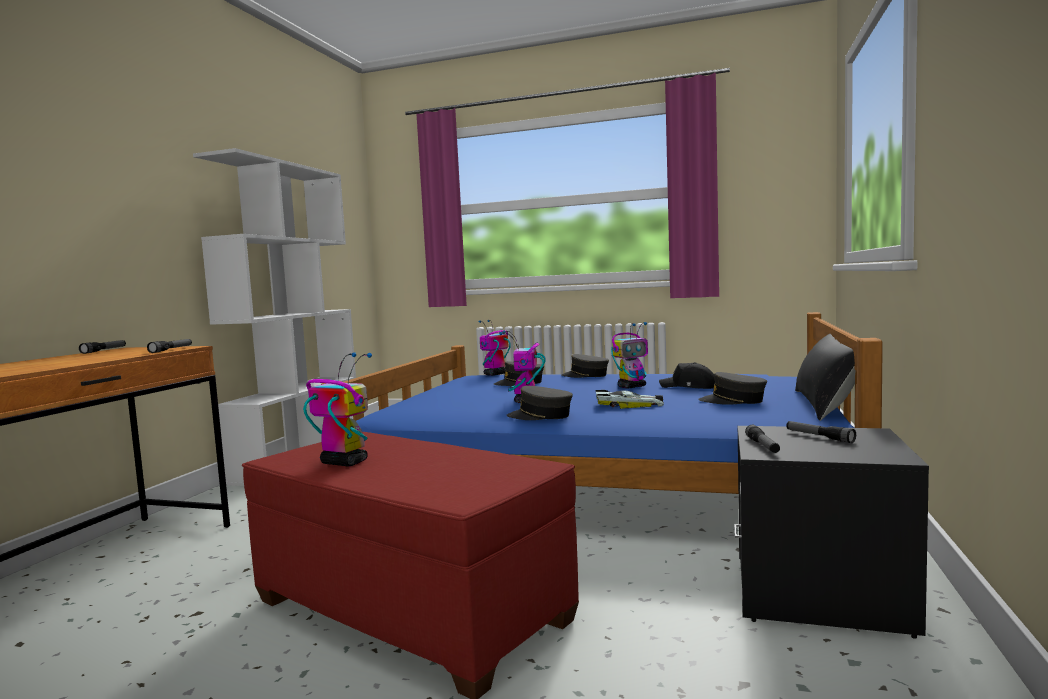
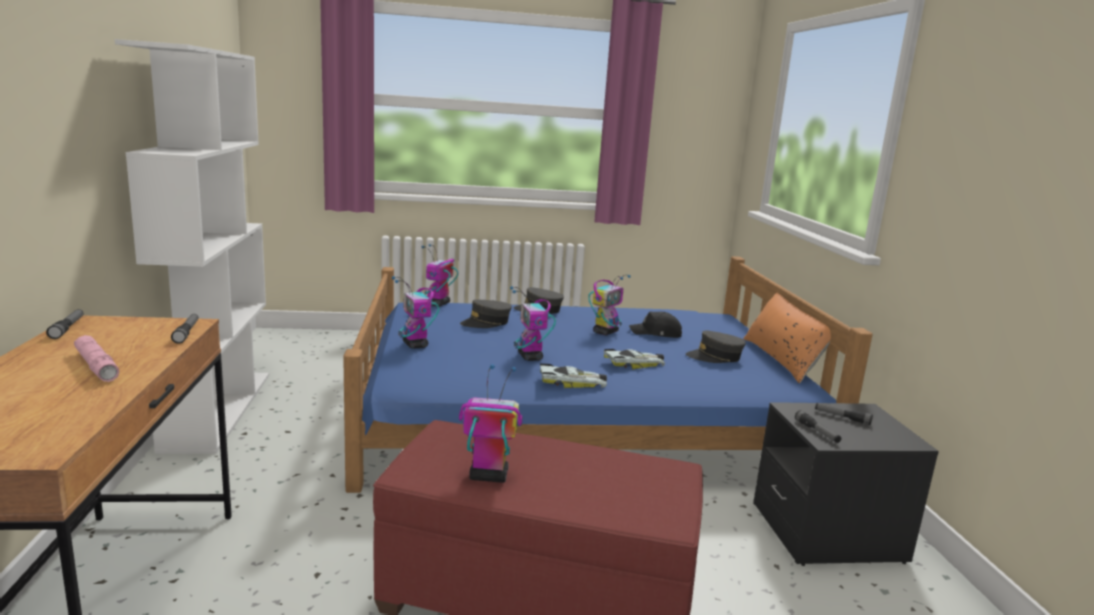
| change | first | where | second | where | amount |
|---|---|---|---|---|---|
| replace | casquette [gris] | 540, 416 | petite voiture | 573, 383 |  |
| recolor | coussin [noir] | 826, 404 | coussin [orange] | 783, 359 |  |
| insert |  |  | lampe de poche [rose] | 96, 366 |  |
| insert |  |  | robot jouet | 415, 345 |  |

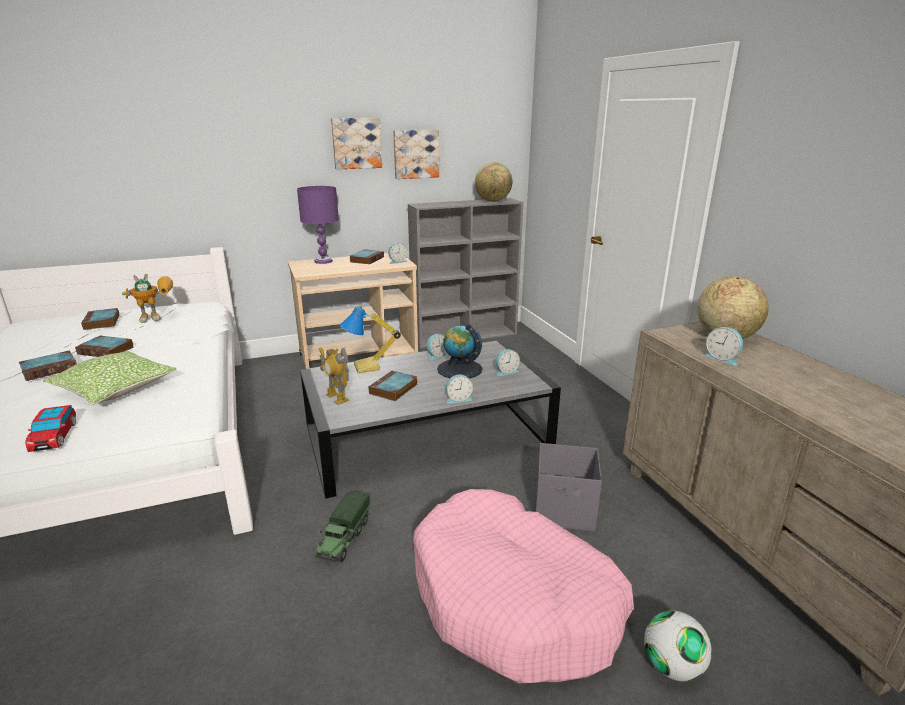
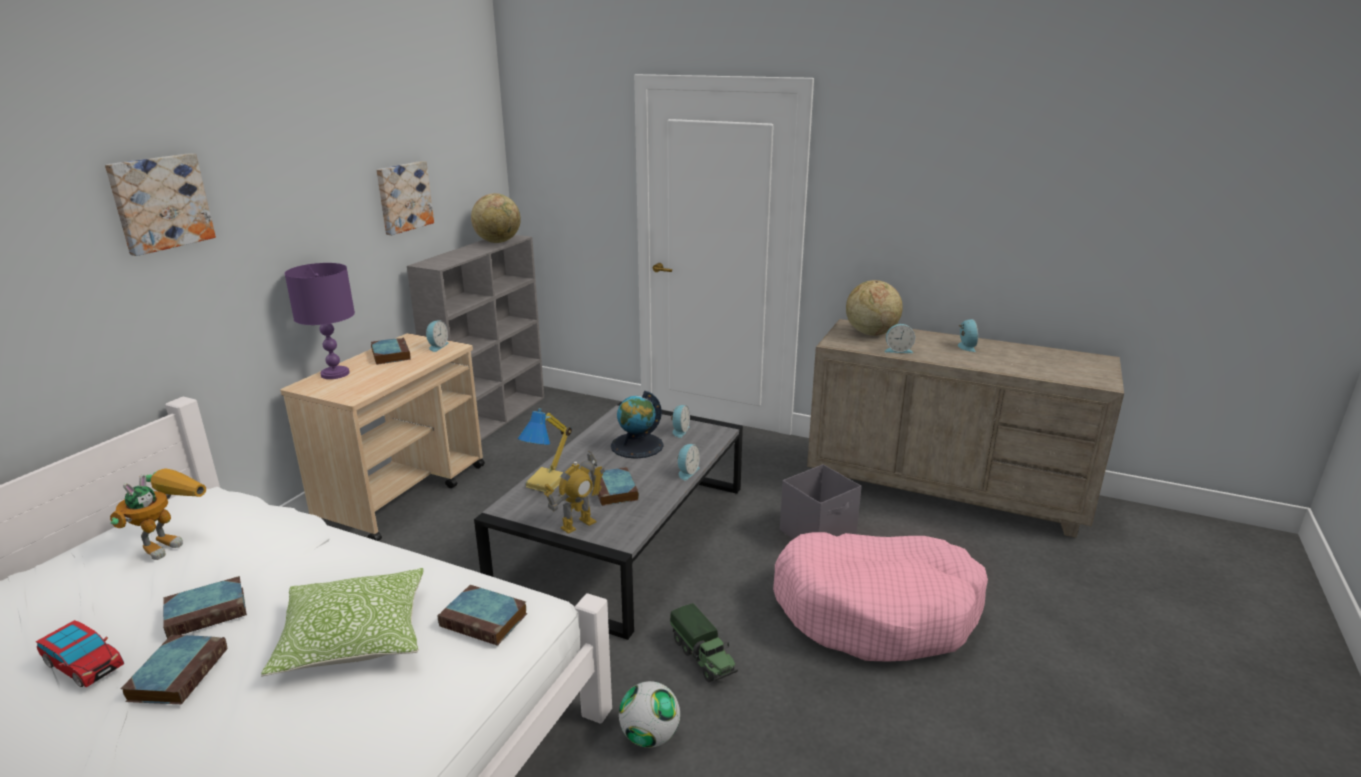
| change | first | where | second | where | amount |
|---|---|---|---|---|---|
| move | petite voiture | 54, 436 |  | 83, 664 |  |
| move | livre | 102, 322 |  | 485, 620 |  |
| rotate | robot jouet | 337, 398 |  | 578, 524 | 45 degrees counterclockwise |
| move | tableau | 356, 143 |  | 160, 203 |  |
| move | réveil | 435, 355 |  | 965, 346 |  |
| move | ballon de foot | 672, 666 |  | 649, 736 |  |

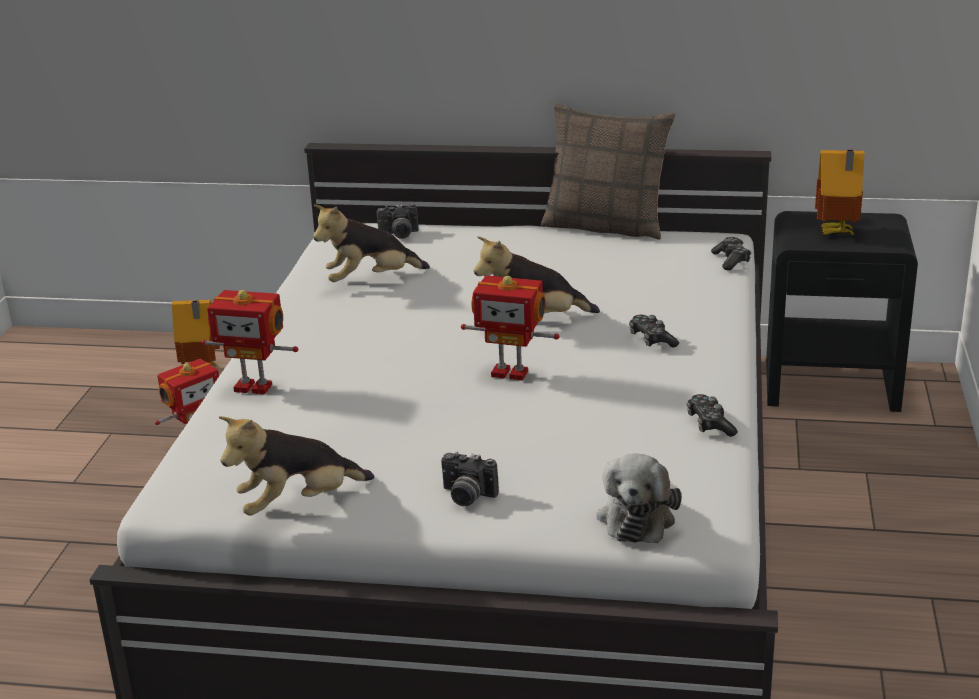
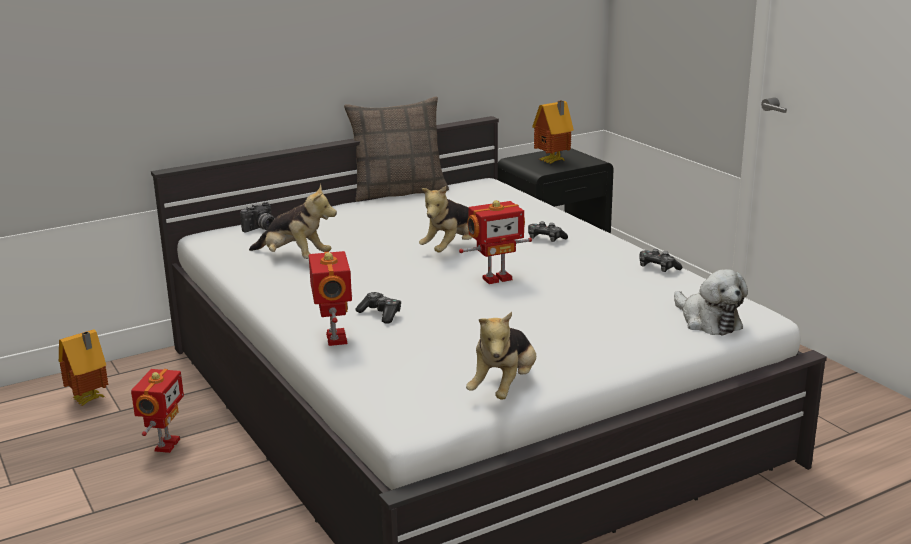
| change | first | where | second | where | amount |
|---|---|---|---|---|---|
| rotate | robot jouet | 254, 386 |  | 334, 339 | 75 degrees counterclockwise |
| rotate | peluche | 370, 280 |  | 294, 258 | 90 degrees counterclockwise |
| delete | appareil photo | 466, 497 |  |  |  |
| move | manette | 731, 260 |  | 380, 314 |  |

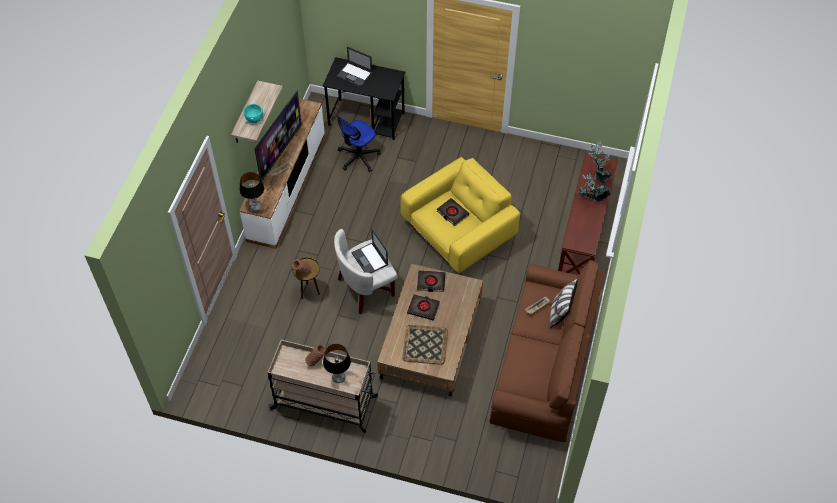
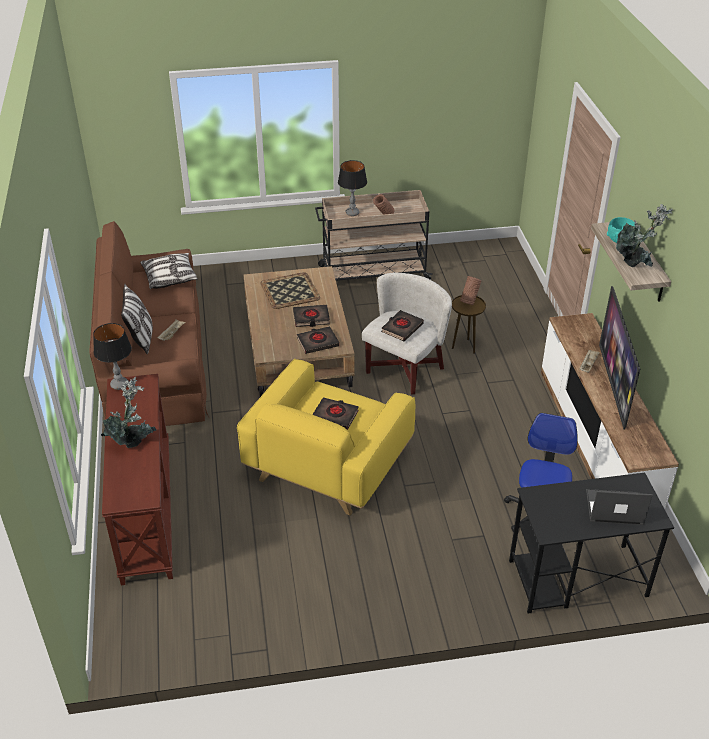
| change | first | where | second | where | amount |
|---|---|---|---|---|---|
| move | lampe de table | 255, 207 |  | 119, 384 |  |
| replace | ordinateur portable | 370, 259 | livre [noir] | 402, 328 |  |
| move | plante en pot | 598, 176 |  | 635, 263 |  |
| insert |  |  | coussin | 170, 278 |  |

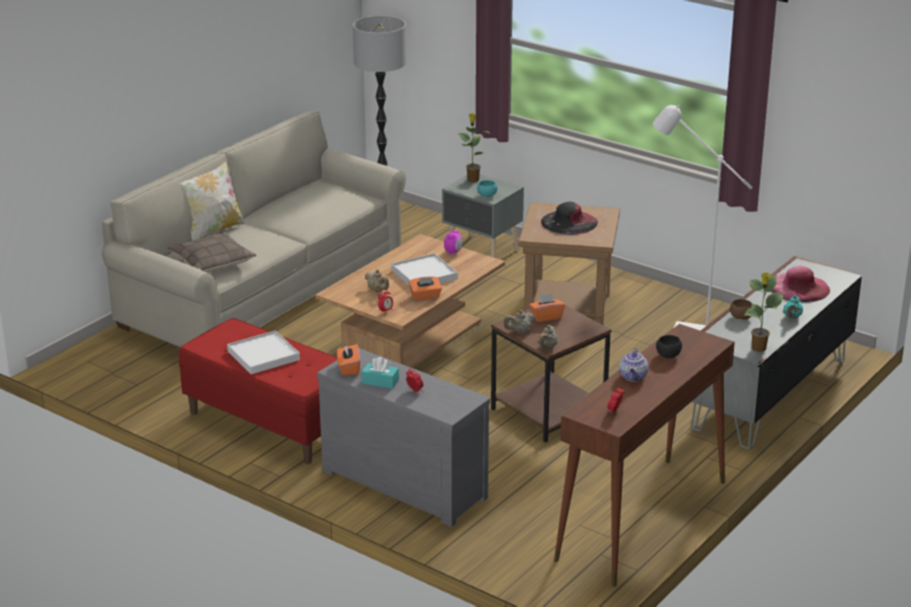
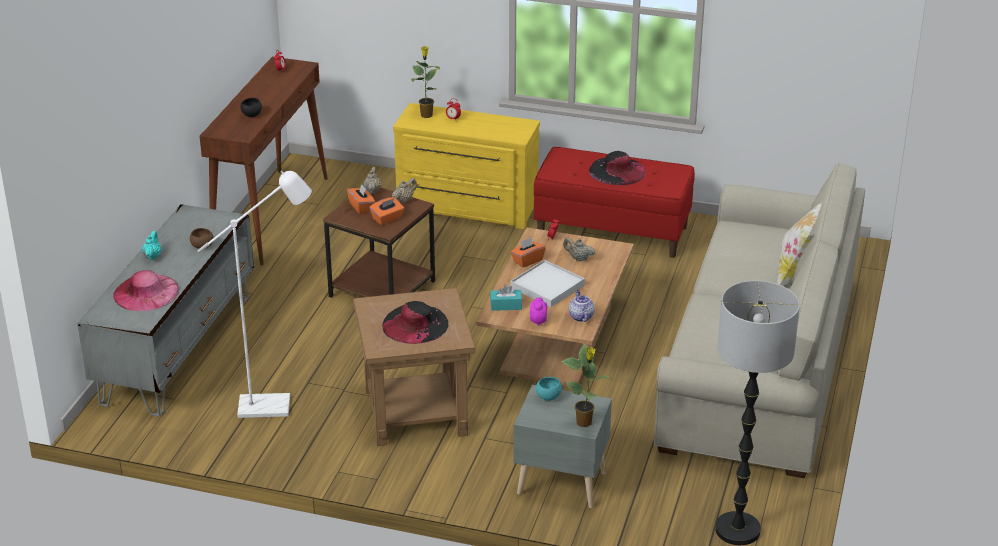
| change | first | where | second | where | amount |
|---|---|---|---|---|---|
| delete | coussin | 212, 261 |  |  |  |
| replace | plateau [blanc] | 263, 355 | chapeau [noir] | 617, 171 |  |
| recolor | commode [gris] | 406, 482 | commode [jaune] | 466, 208 |  |
| move | boîte à mouchoirs [orange] | 348, 368 |  | 361, 207 |  |
| move | boîte à mouchoirs [turquoise] | 380, 382 |  | 506, 305 |  |
| move | théière | 633, 377 |  | 580, 316 |  |
| move | plante en pot | 758, 349 |  | 426, 114 |  |

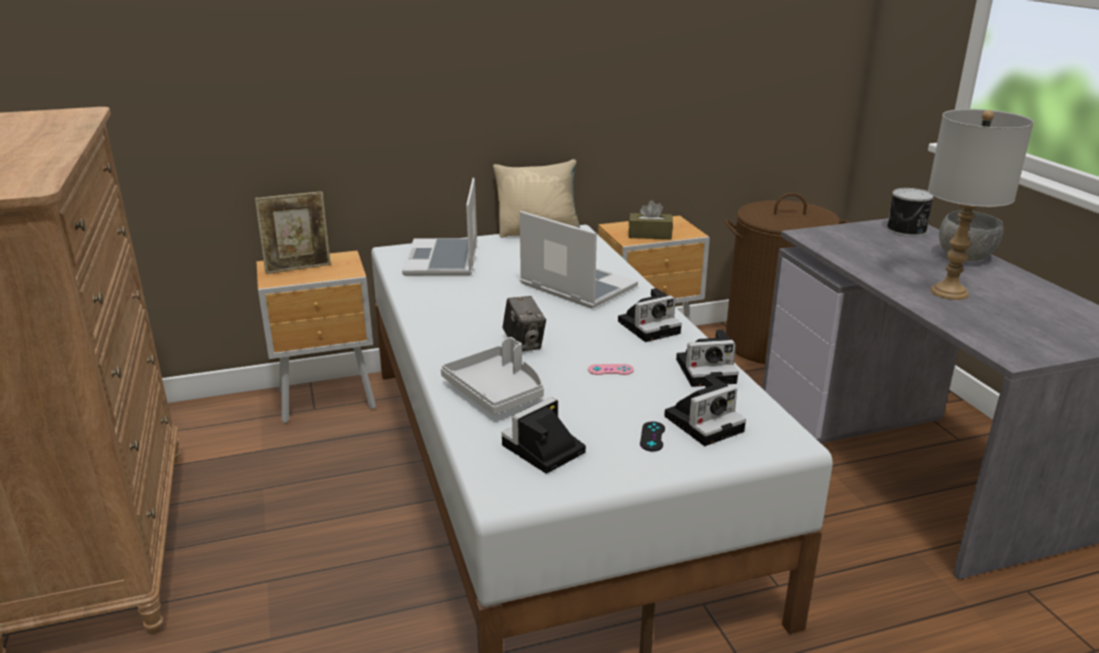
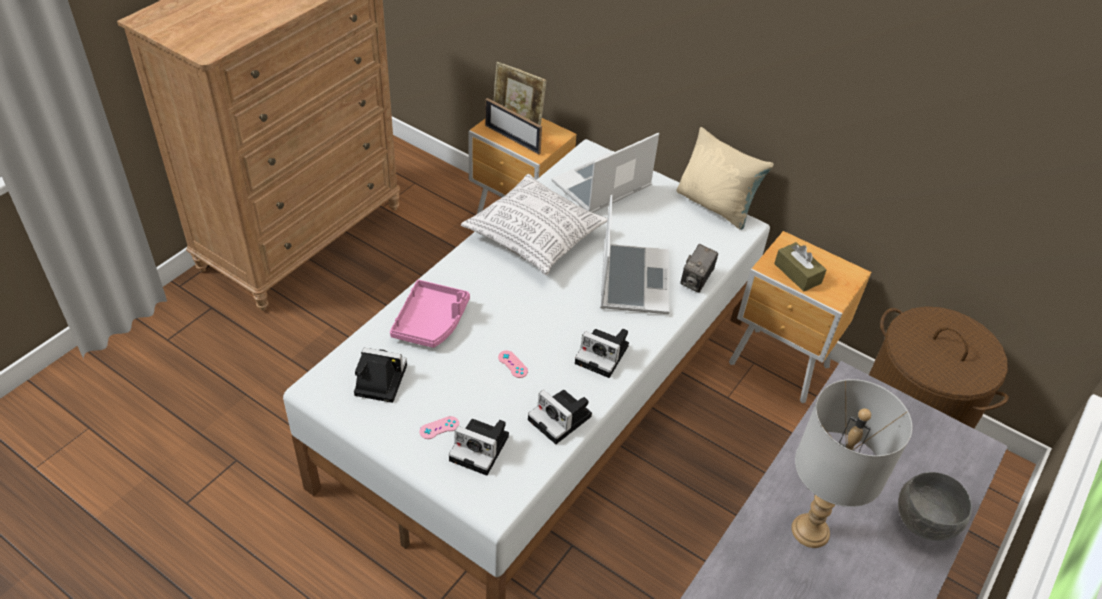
| change | first | where | second | where | amount |
|---|---|---|---|---|---|
| recolor | plateau [gris] | 497, 392 | plateau [rose] | 431, 322 |  |
| move | appareil photo | 524, 344 |  | 696, 281 |  |
| recolor | manette [noir] | 652, 436 | manette [rose] | 439, 428 |  |
| delete | boîte métallique | 907, 230 |  |  |  |
| insert |  |  | coussin | 535, 237 |  |
| insert |  |  | cadre photo | 512, 139 |  |

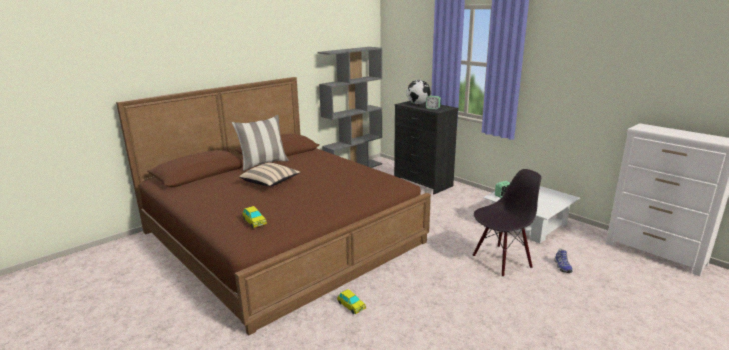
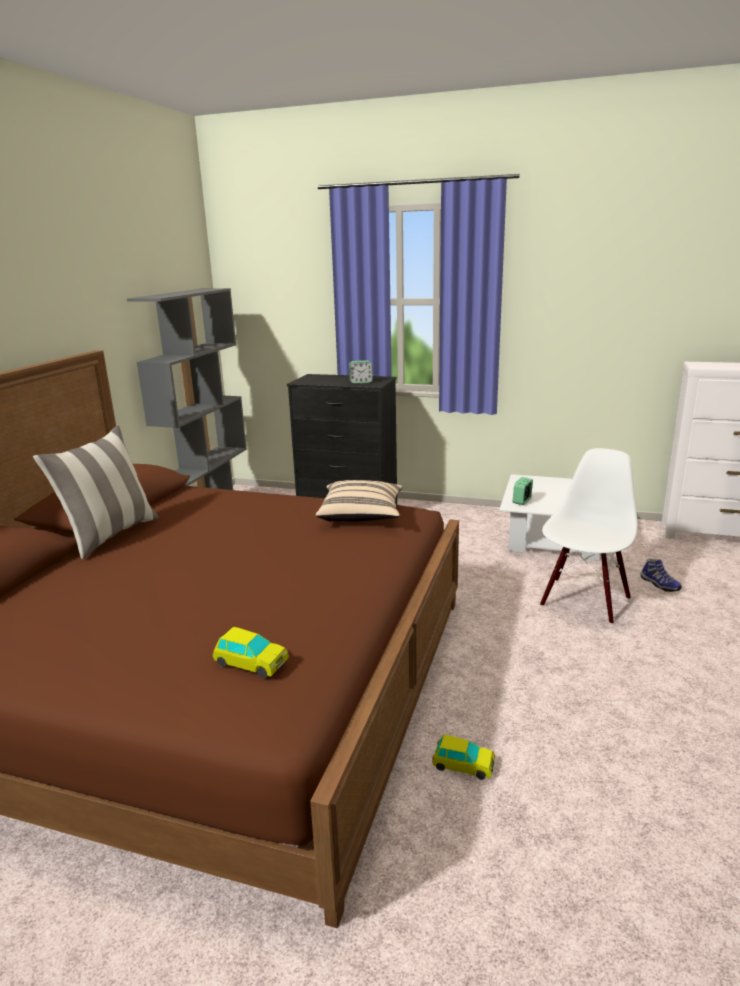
| change | first | where | second | where | amount |
|---|---|---|---|---|---|
| move | coussin [beige] | 270, 183 |  | 361, 516 |  |
| delete | globe | 418, 104 |  |  |  |
| recolor | chaise [noir] | 501, 261 | chaise [blanc] | 583, 600 |  |

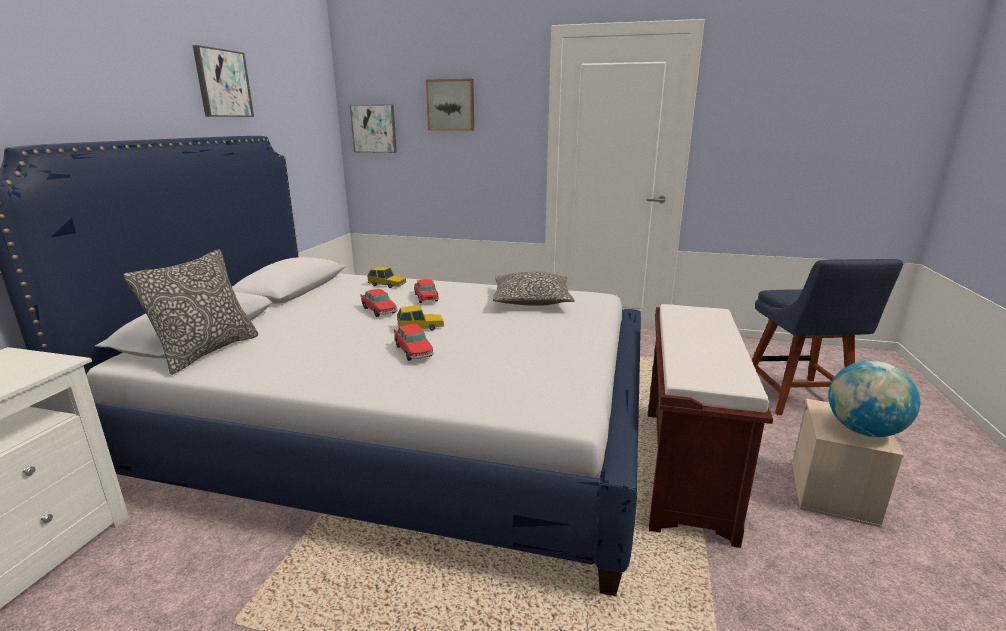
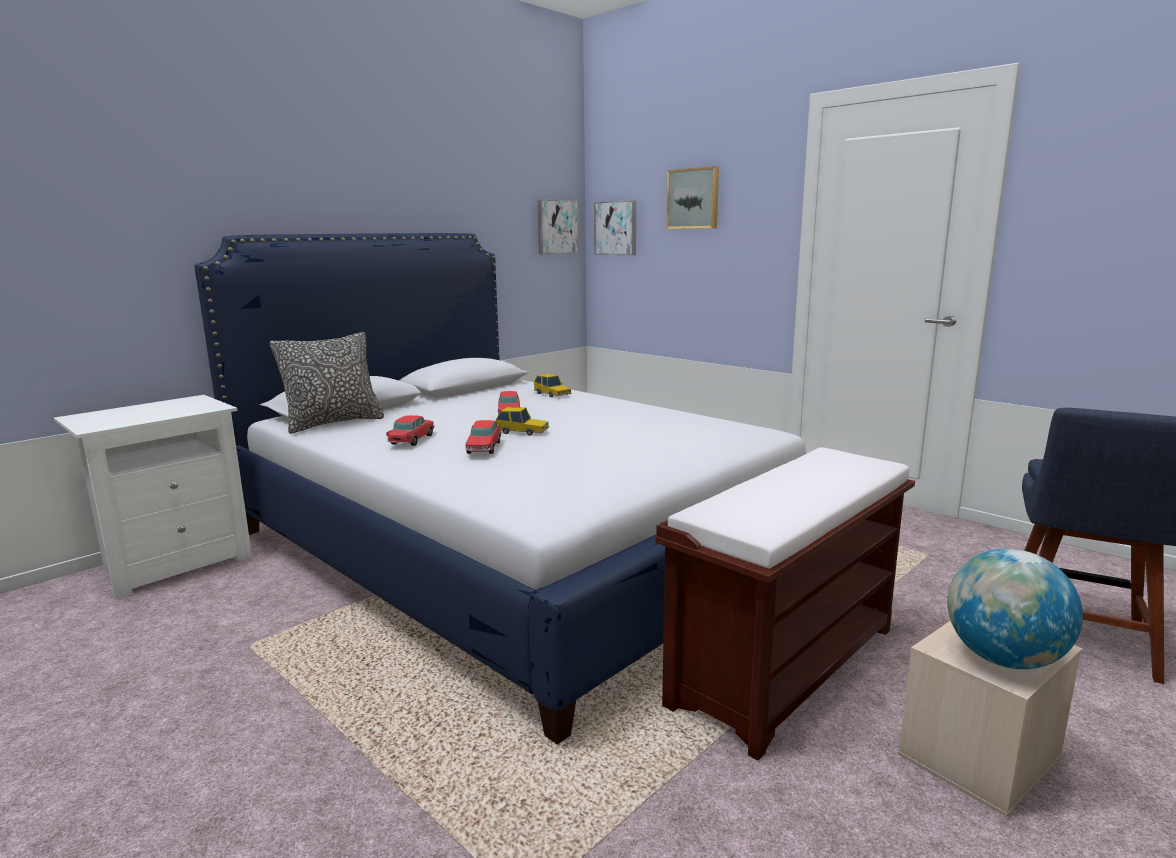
| change | first | where | second | where | amount |
|---|---|---|---|---|---|
| move | tableau | 222, 83 |  | 557, 227 |  |
| move | petite voiture | 426, 298 |  | 412, 440 |  |
| delete | coussin | 531, 300 |  |  |  |

